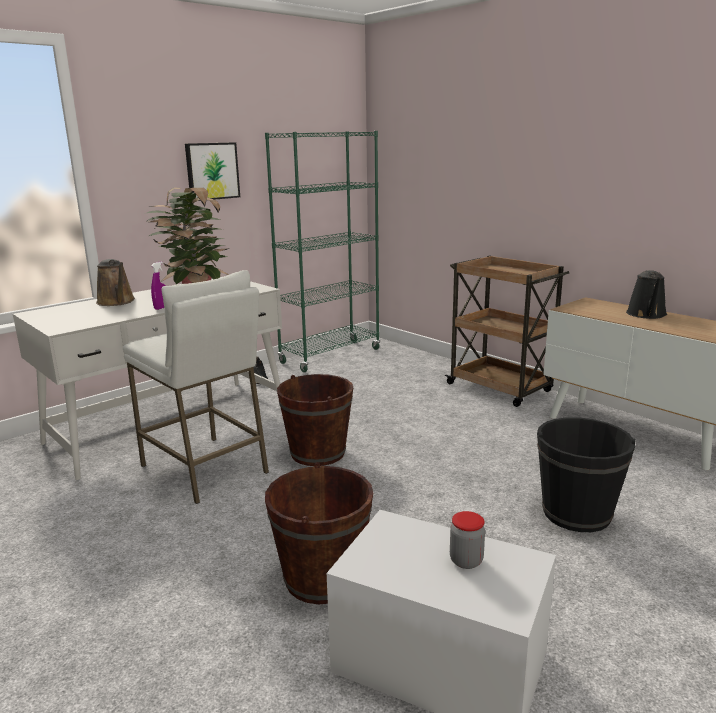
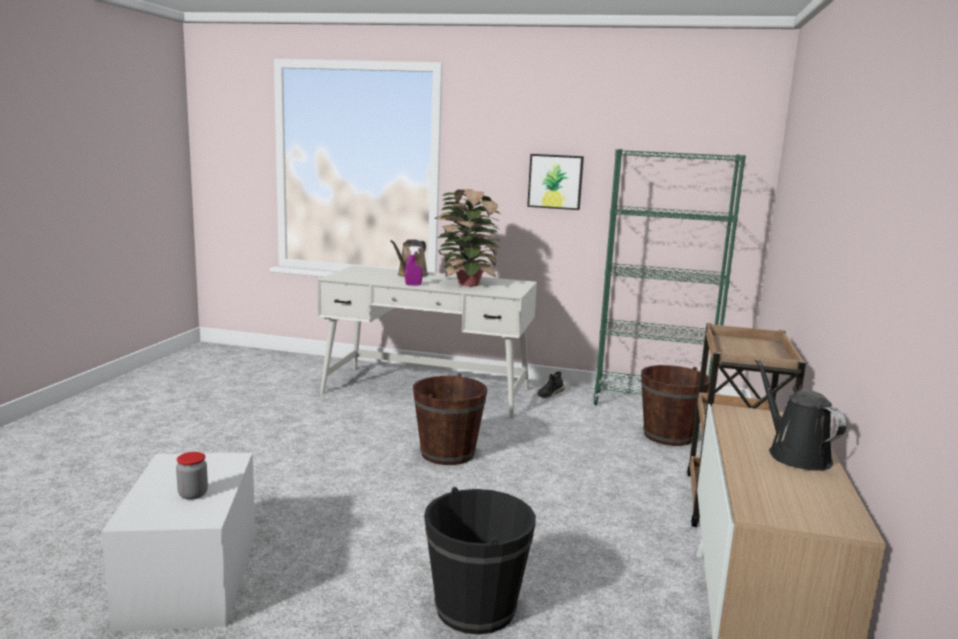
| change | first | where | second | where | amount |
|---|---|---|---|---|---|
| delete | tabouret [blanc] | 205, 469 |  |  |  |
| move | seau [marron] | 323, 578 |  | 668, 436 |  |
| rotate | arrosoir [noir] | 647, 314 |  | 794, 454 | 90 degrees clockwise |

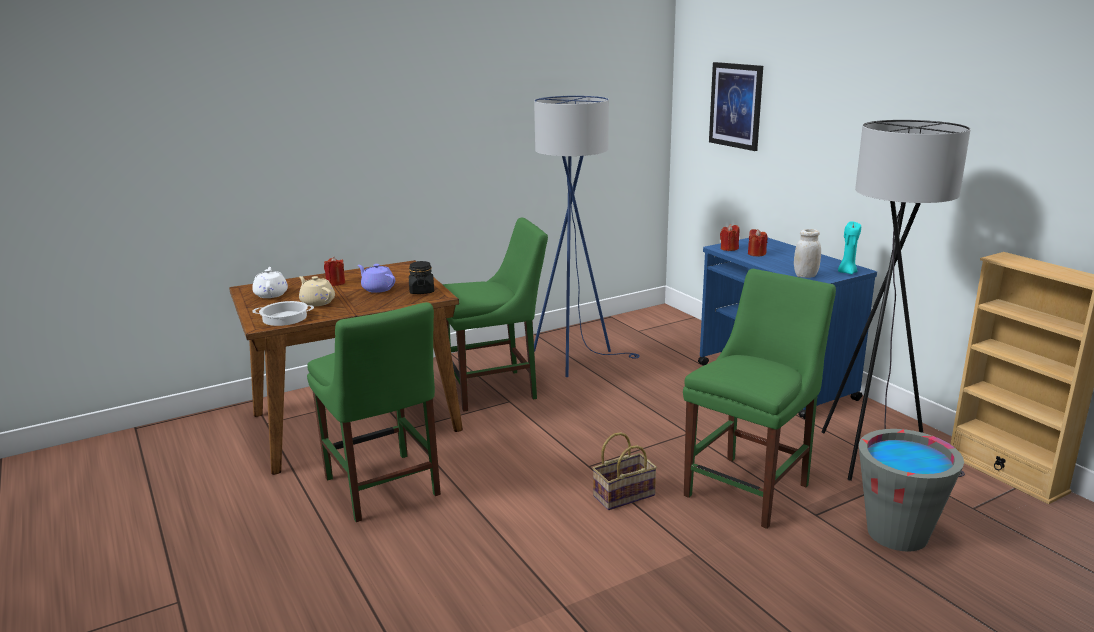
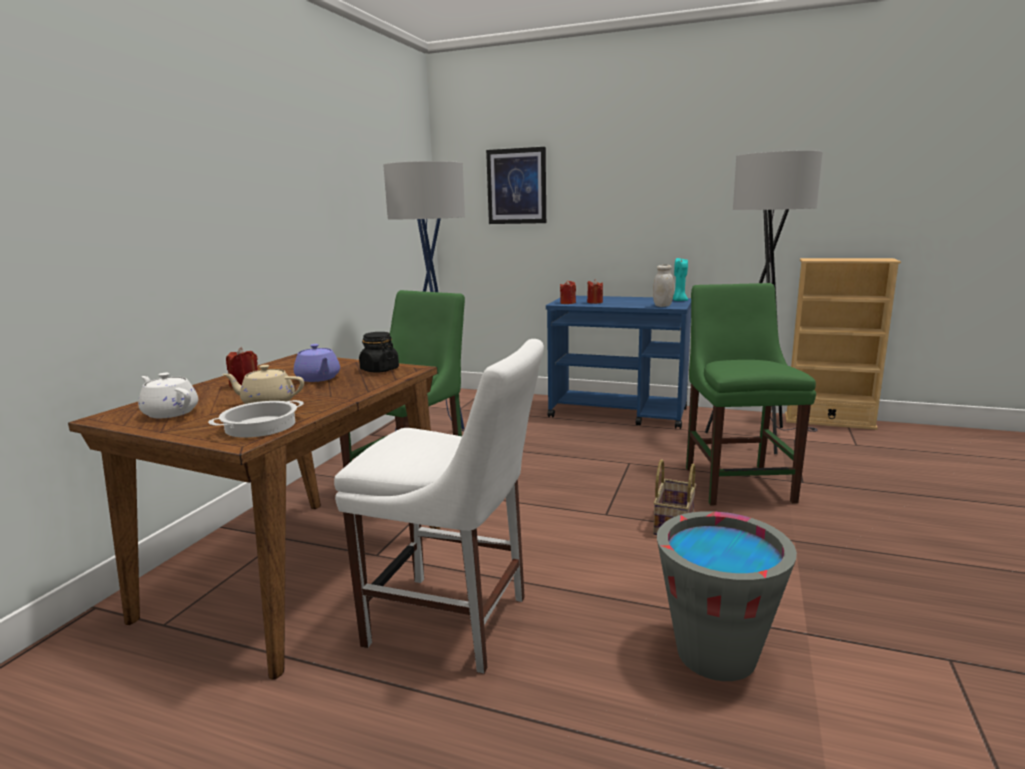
| change | first | where | second | where | amount |
|---|---|---|---|---|---|
| recolor | chaise [vert] | 383, 489 | chaise [blanc] | 455, 623 |  |
| rotate | théière [violet] | 377, 289 |  | 318, 378 | 120 degrees counterclockwise |
| move | seau [gris] | 897, 534 |  | 716, 654 |  |

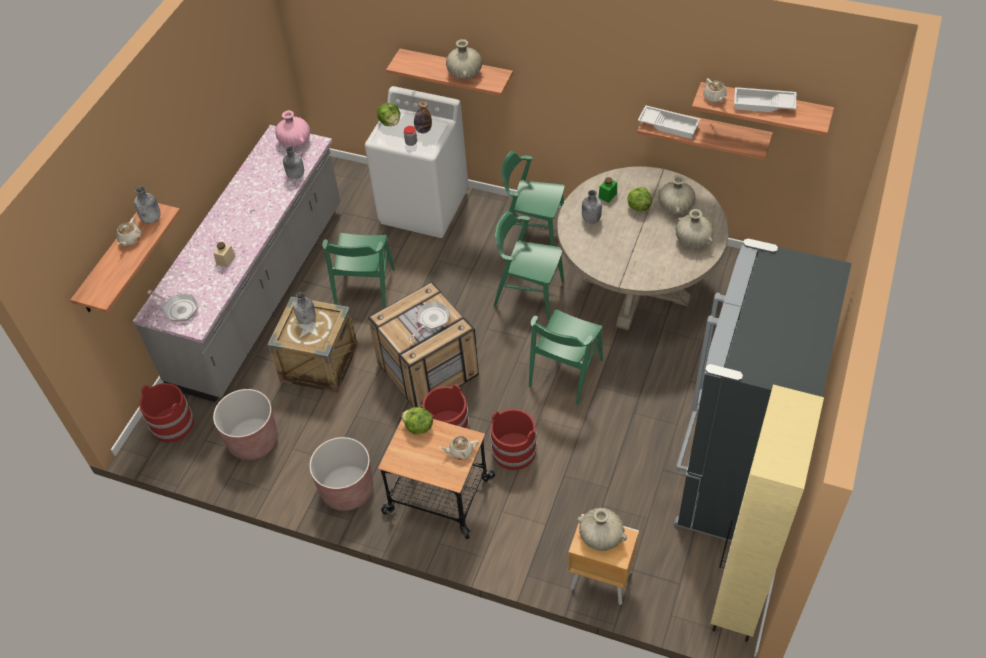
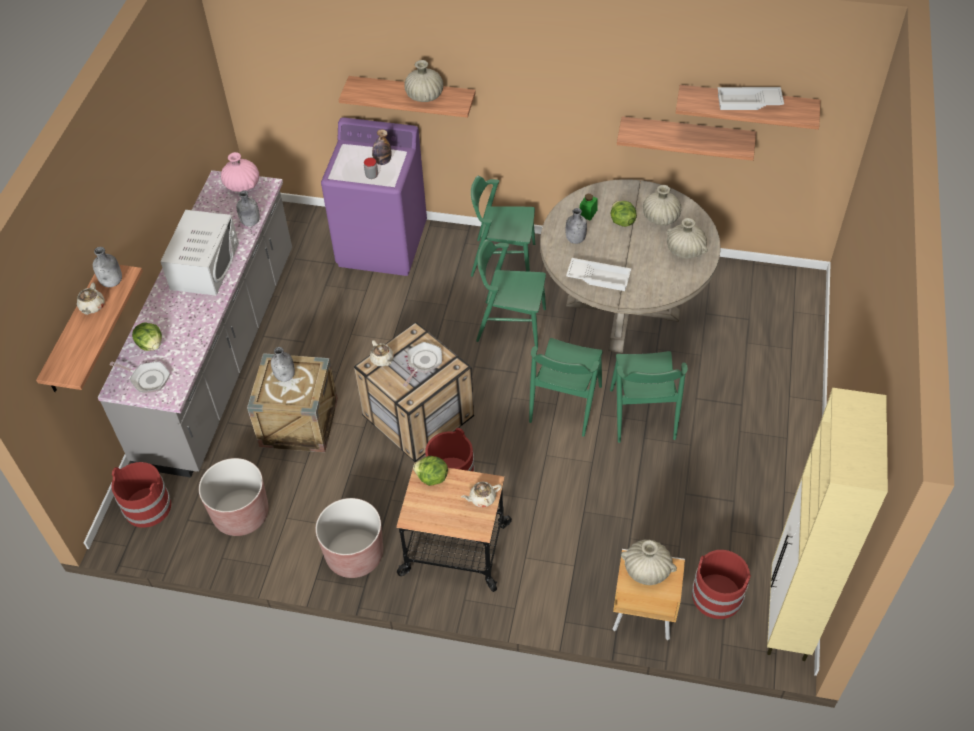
| change | first | where | second | where | amount |
|---|---|---|---|---|---|
| delete | bocal [beige] | 226, 260 |  |  |  |
| move | chaise [vert] | 365, 289 |  | 642, 414 |  |
| recolor | lave-linge [blanc] | 424, 207 | lave-linge [violet] | 382, 245 |  |
| move | laitue | 390, 122 |  | 151, 344 |  |
| move | seau [rouge] | 514, 451 |  | 717, 596 |  |
| move | plateau [blanc] | 669, 125 |  | 599, 277 |  |
| delete | réfrigérateur [noir] | 735, 477 |  |  |  |
| move | théière [beige] | 714, 97 |  | 382, 360 |  |
| insert |  |  | micro-ondes [blanc] | 205, 266 |  |

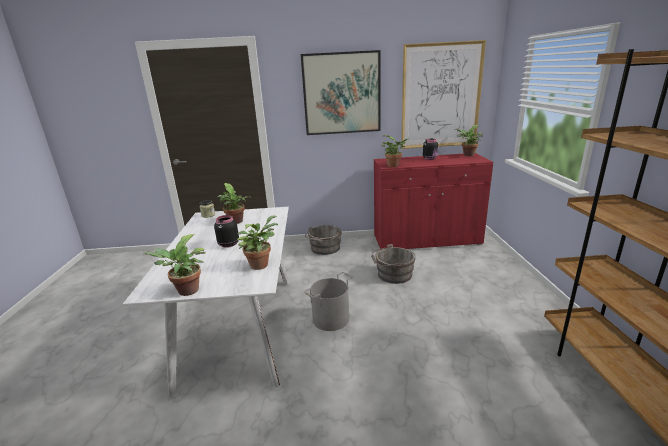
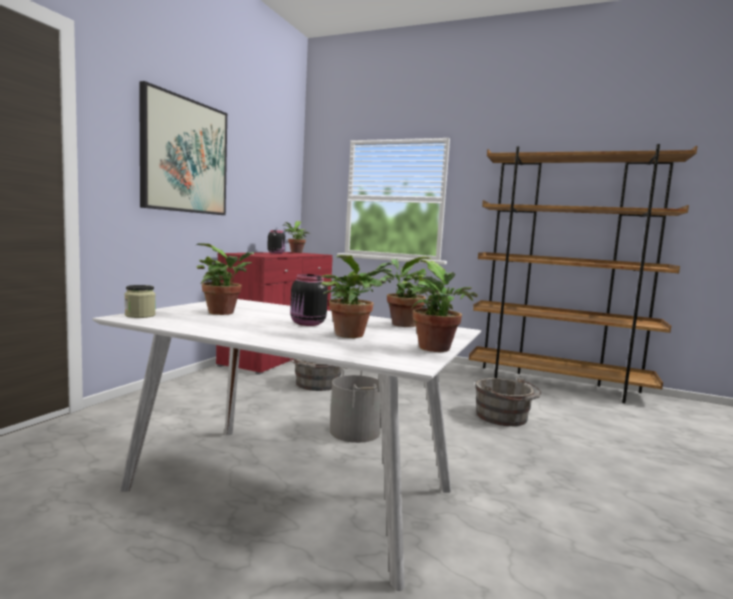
| change | first | where | second | where | amount |
|---|---|---|---|---|---|
| move | seau [gris] | 324, 249 |  | 504, 417 |  |
| move | plante en pot | 394, 166 |  | 352, 334 |  |
| delete | tableau | 441, 96 |  |  |  |

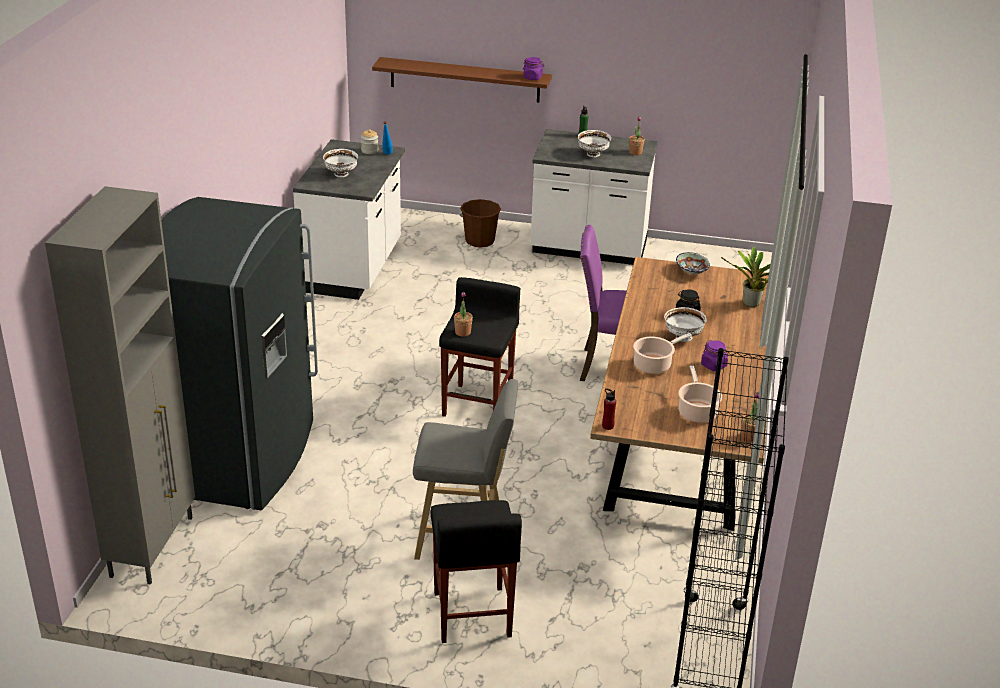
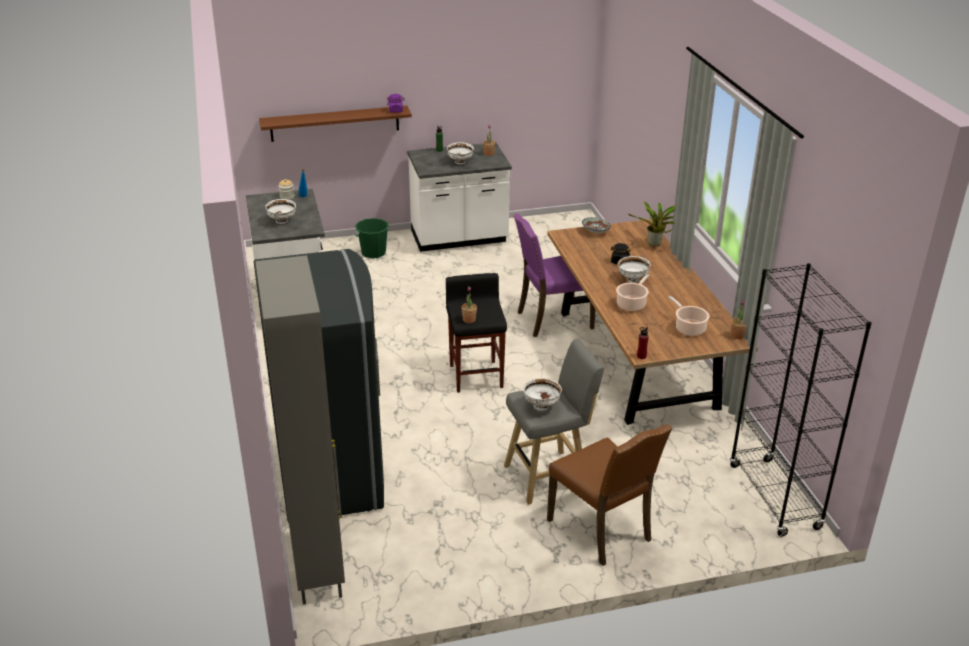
| change | first | where | second | where | amount |
|---|---|---|---|---|---|
| replace | tabouret [noir] | 472, 615 | chaise [marron] | 602, 530 |  |
| recolor | seau [marron] | 480, 241 | seau [vert] | 373, 253 |  |
| delete | bocal [violet] | 714, 365 |  |  |  |
| insert |  |  | bol [blanc] | 541, 406 |  |

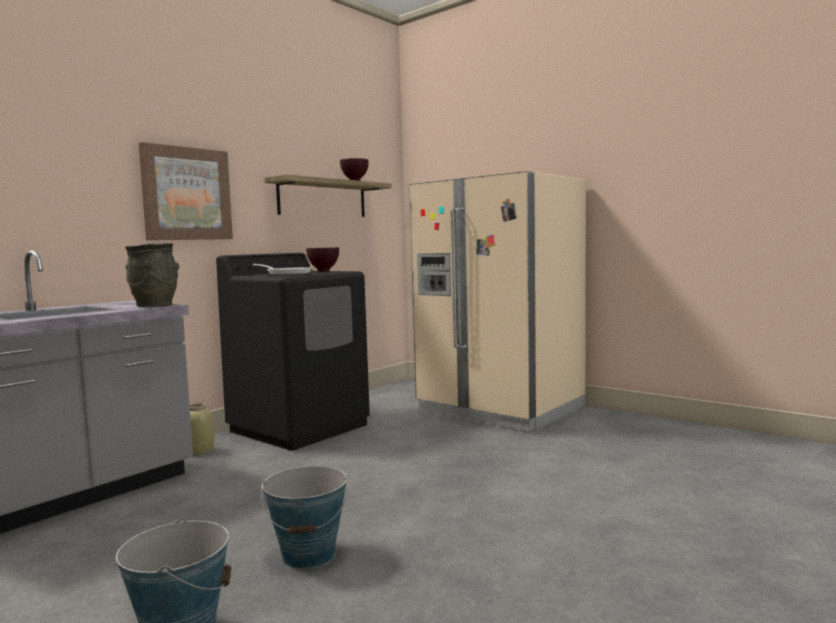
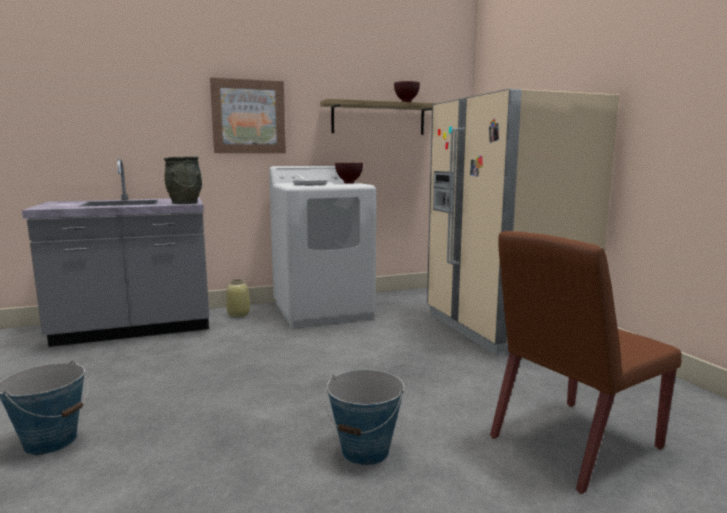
| change | first | where | second | where | amount |
|---|---|---|---|---|---|
| recolor | lave-linge [noir] | 300, 427 | lave-linge [blanc] | 323, 310 |  |
| move | seau | 309, 555 |  | 365, 451 |  |
| insert |  |  | chaise [marron] | 573, 443 |  |

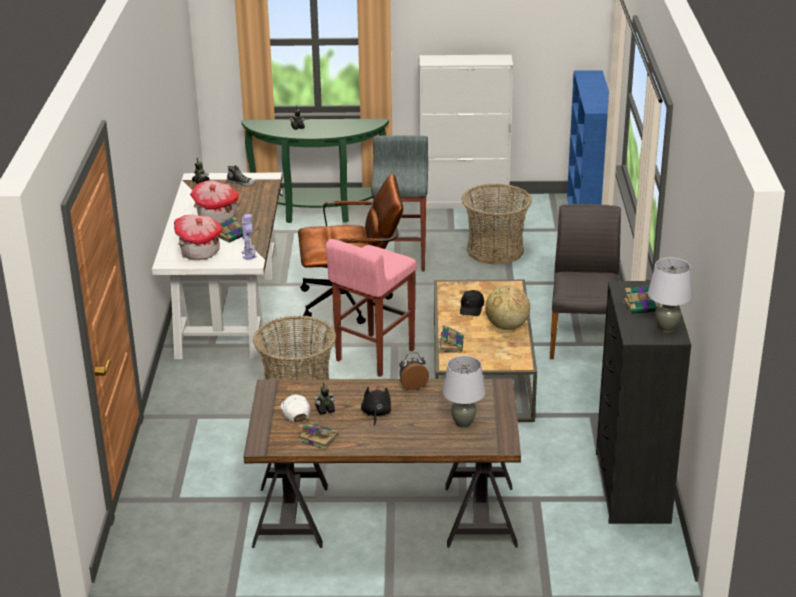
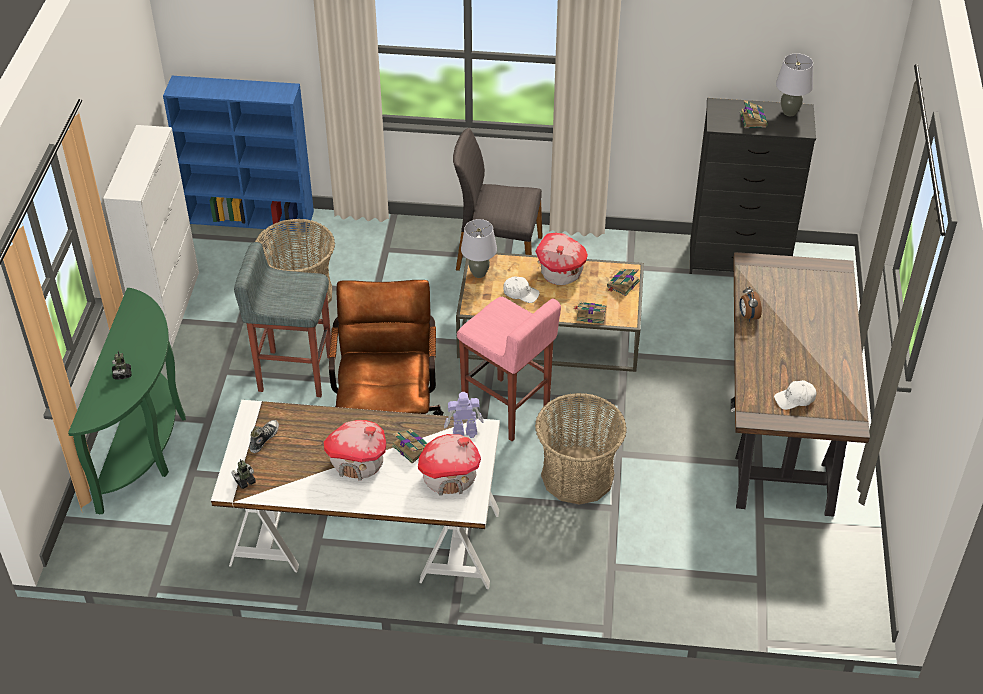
| change | first | where | second | where | amount |
|---|---|---|---|---|---|
| move | livre | 317, 438 |  | 622, 284 |  |
| delete | robot jouet | 325, 410 |  |  |  |
| delete | peluche [noir] | 376, 413 |  |  |  |
| move | lampe de table [gris] | 463, 424 |  | 479, 273 |  |
| recolor | casquette [noir] | 471, 308 | casquette [blanc] | 520, 293 |  |
| replace | globe | 506, 326 | maison miniature | 561, 273 |  |

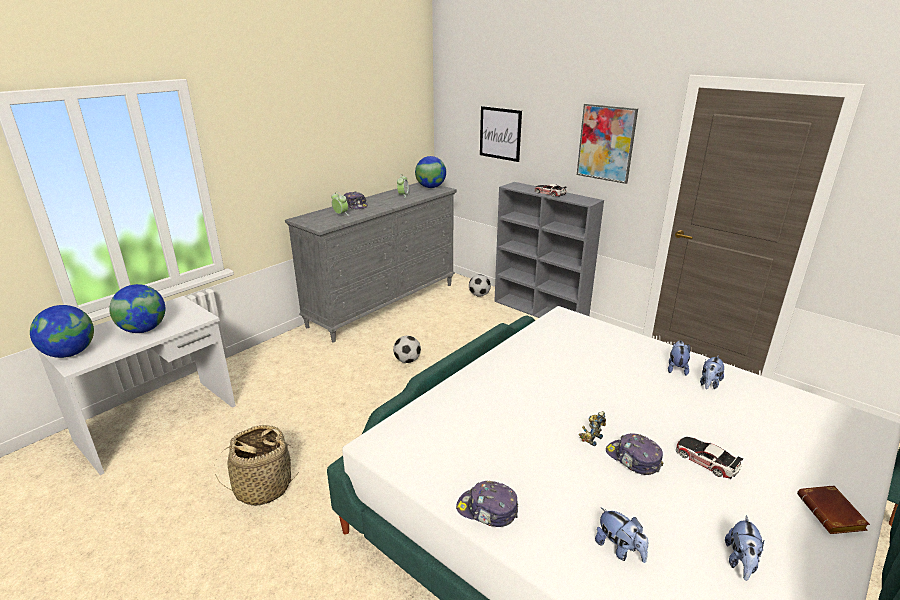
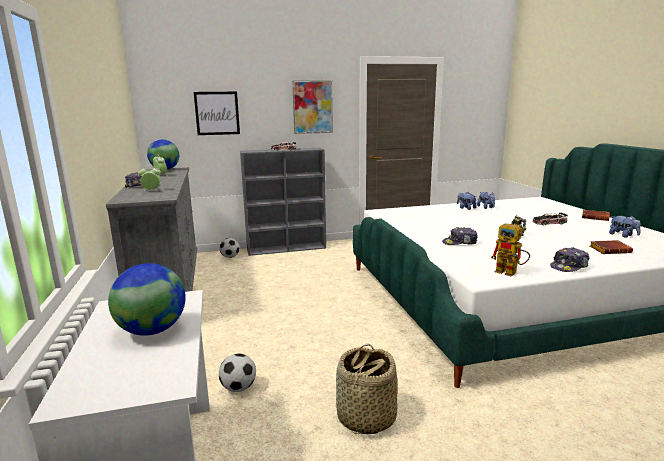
| change | first | where | second | where | amount |
|---|---|---|---|---|---|
| delete | globe | 70, 353 |  |  |  |
| move | ballon de foot | 407, 360 |  | 238, 388 |  |
| replace | peluche | 619, 549 | livre [marron] | 610, 250 |  |
| move | casquette | 633, 459 |  | 460, 243 |  |
| insert |  |  | robot jouet | 510, 273 |  |

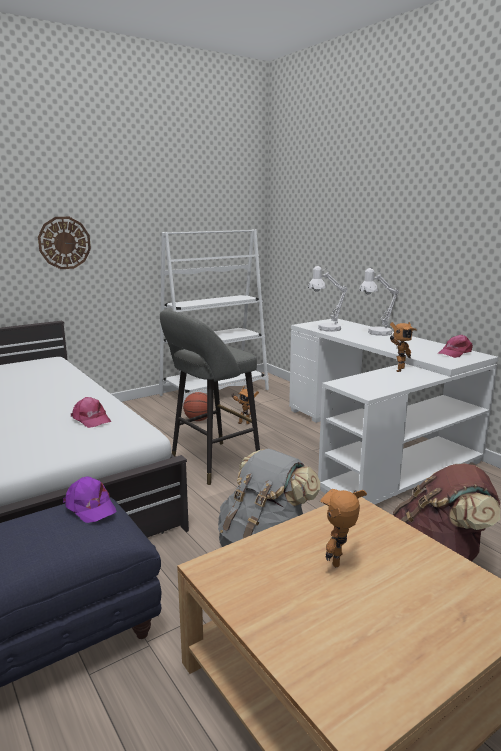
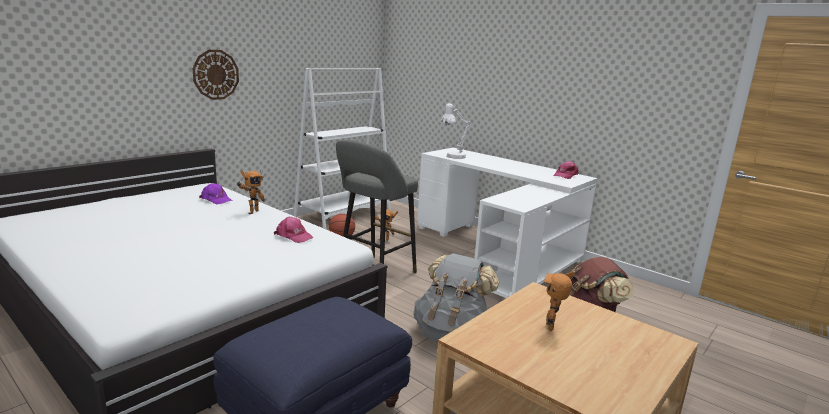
| change | first | where | second | where | amount |
|---|---|---|---|---|---|
| move | casquette [violet] | 90, 507 |  | 216, 199 |  |
| delete | lampe de table [blanc] | 375, 333 |  |  |  |
| move | robot jouet | 398, 369 |  | 251, 212 |  |

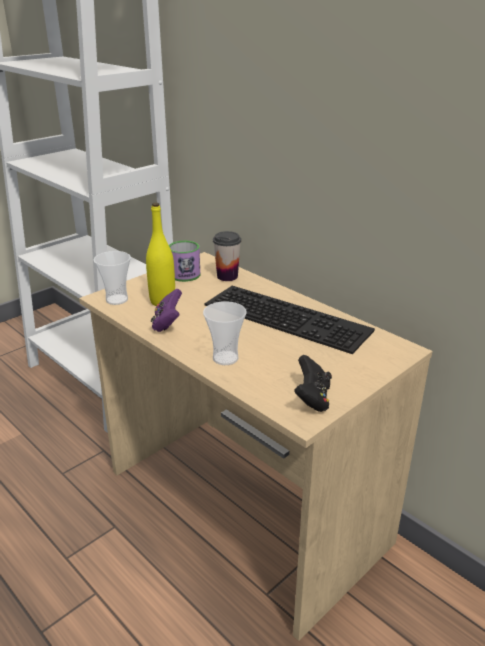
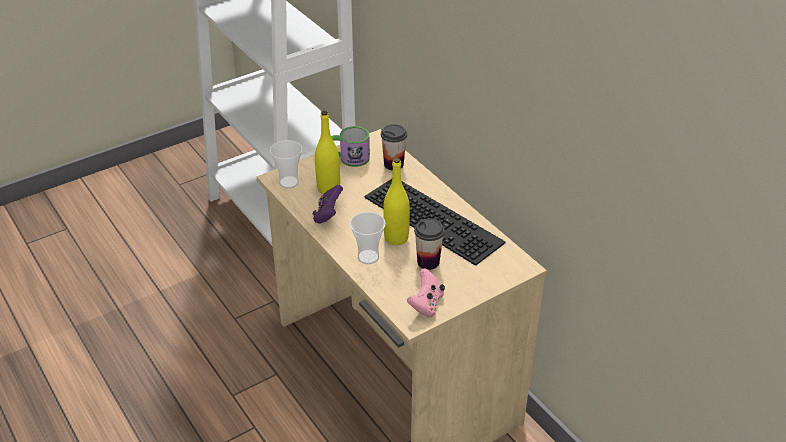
| change | first | where | second | where | amount |
|---|---|---|---|---|---|
| recolor | manette [noir] | 312, 398 | manette [rose] | 426, 304 |  |
| insert |  |  | bouteille [jaune] | 396, 238 |  |
| insert |  |  | tasse | 428, 262 |  |

